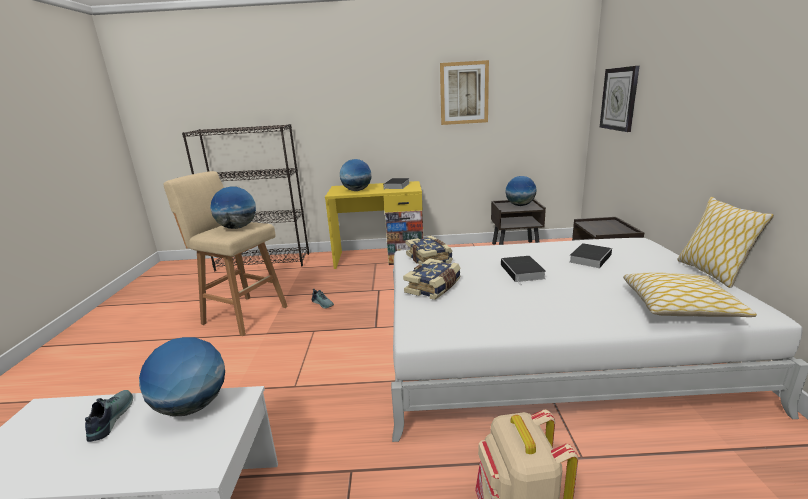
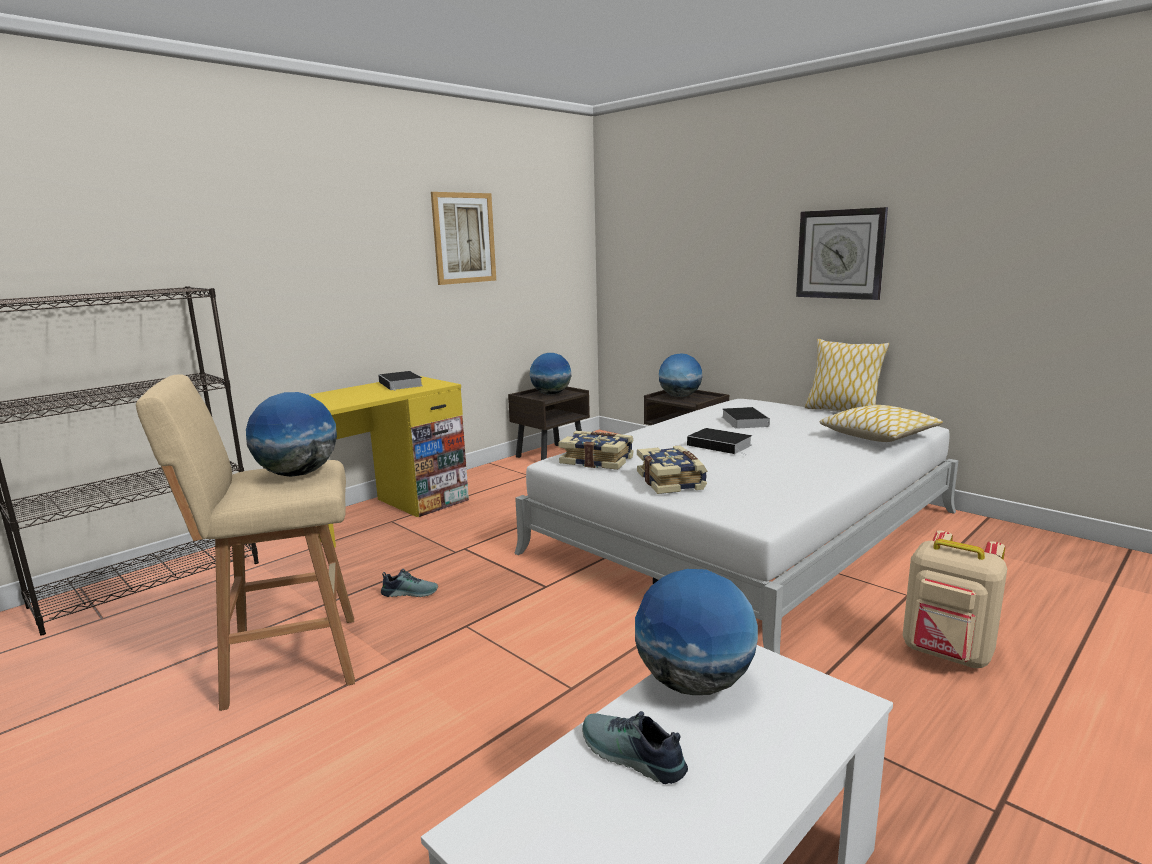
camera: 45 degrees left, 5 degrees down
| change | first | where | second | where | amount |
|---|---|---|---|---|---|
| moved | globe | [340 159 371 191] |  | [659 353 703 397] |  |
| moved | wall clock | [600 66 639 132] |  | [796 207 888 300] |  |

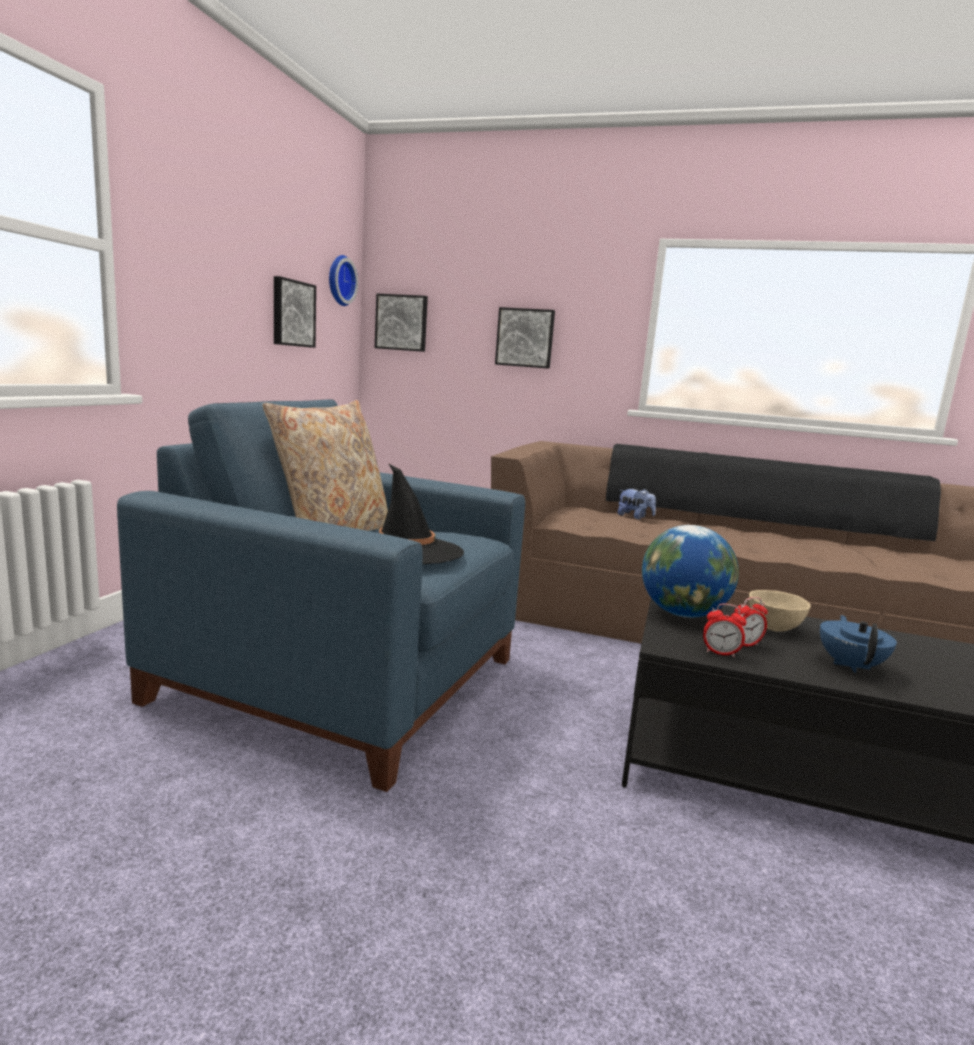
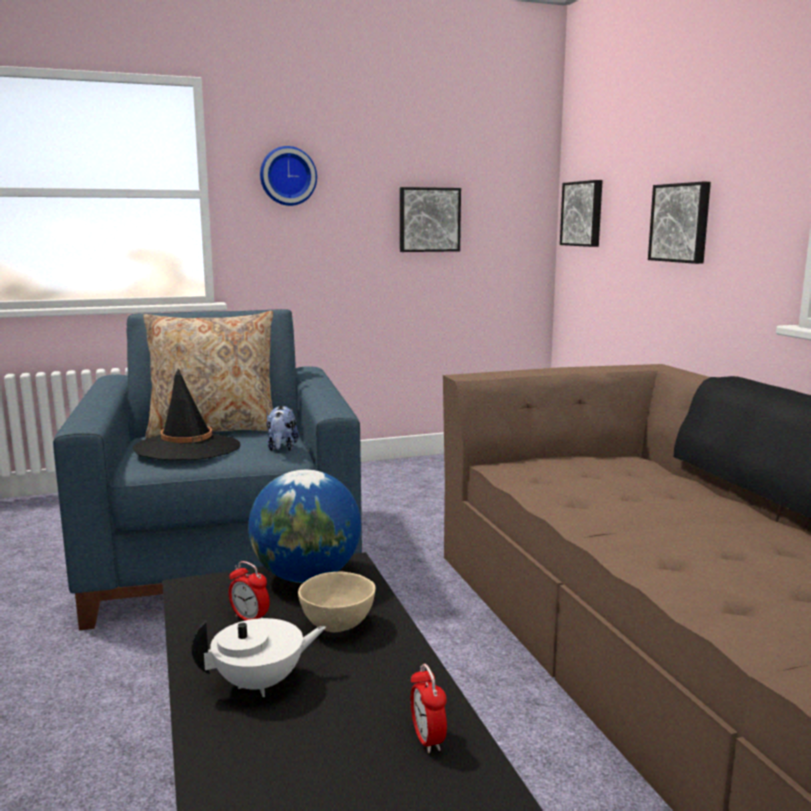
camera: 55 degrees right, 0 degrees up
| change | first | where | second | where | amount |
|---|---|---|---|---|---|
| recoloured | pot for tea (bluish) | [820 615 897 673] | pot for tea (white-coloured) | [191 618 326 697] |  |
| moved | wall clock | [329 255 358 306] |  | [260 146 317 206] |  |
| moved | cuddly toy | [618 488 656 519] |  | [266 406 299 451] |  |
| moved | alarm clock | [703 603 747 657] |  | [410 664 447 753] |  |

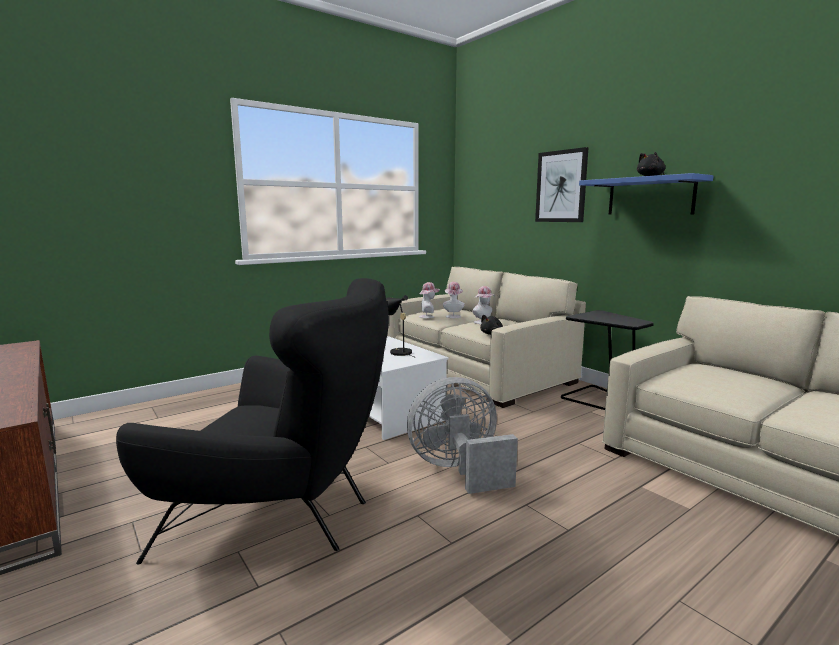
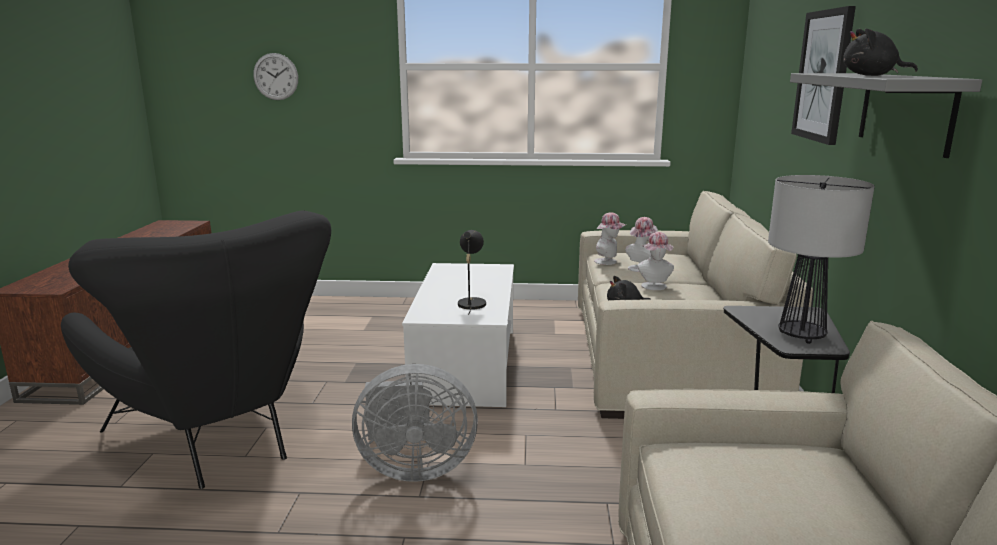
camera: 40 degrees right, 5 degrees up
| change | first | where | second | where | amount |
|---|---|---|---|---|---|
| added |  |  | wall clock | [253 53 298 100] |  |
| turned | cooling fan (greyish) | [407 377 518 494] |  | [352 364 478 482] | 150 degrees clockwise |
| added |  |  | table lamp | [768 175 874 344] |  |
| recoloured | wall shelf (bluish) | [579 173 714 215] | wall shelf (greyish) | [790 73 982 158] |  |

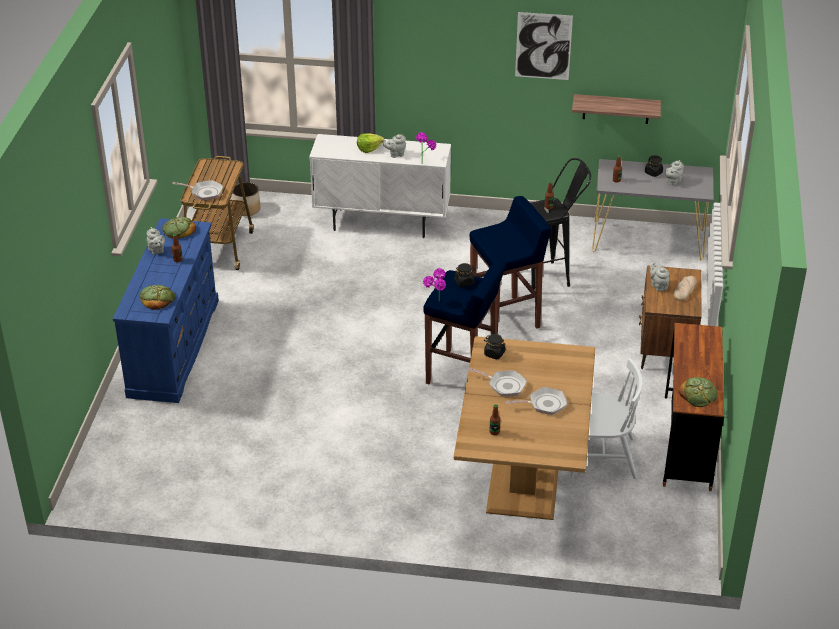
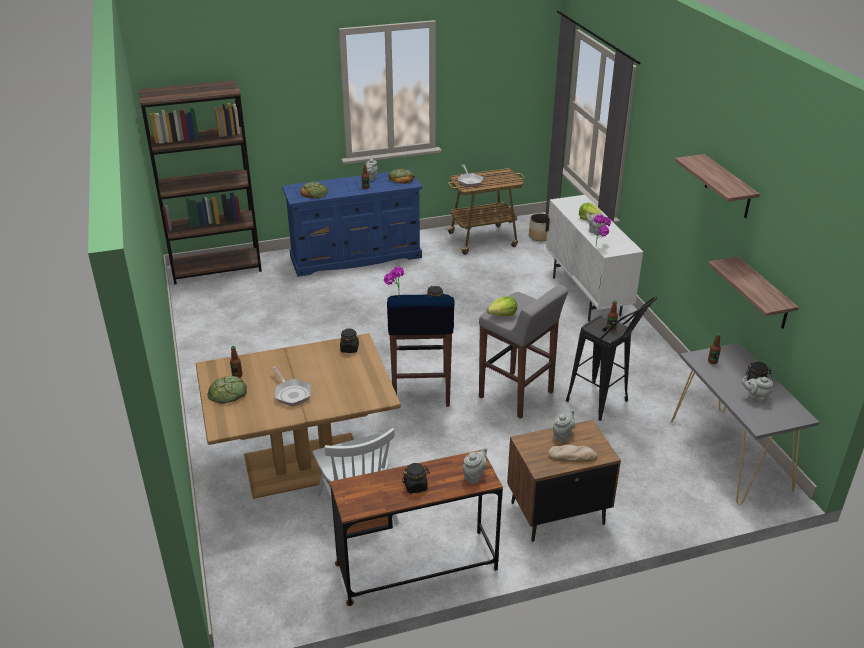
camera: 65 degrees right, 5 degrees down
| change | first | where | second | where | amount |
|---|---|---|---|---|---|
| added |  |  | bookshelf (brown-coloured) | [139 80 262 285] |  |
| moved | bakery bread | [678 377 717 407] |  | [207 376 247 404] |  |
| added |  |  | jar (blackish) | [402 463 430 494] |  |
| added |  |  | pot for tea (greyish) | [463 447 487 484] |  |
| recoloured | stool seat (bluish) | [470 196 552 334] | stool seat (greyish) | [479 284 568 419] |  |
| added |  |  | head of lettuce | [487 296 517 316] |  |
| replaced | picture | [515 12 573 80] | wall shelf | [675 154 760 218] |  |
| removed | skillet | [468 367 527 397] |  |  |  |

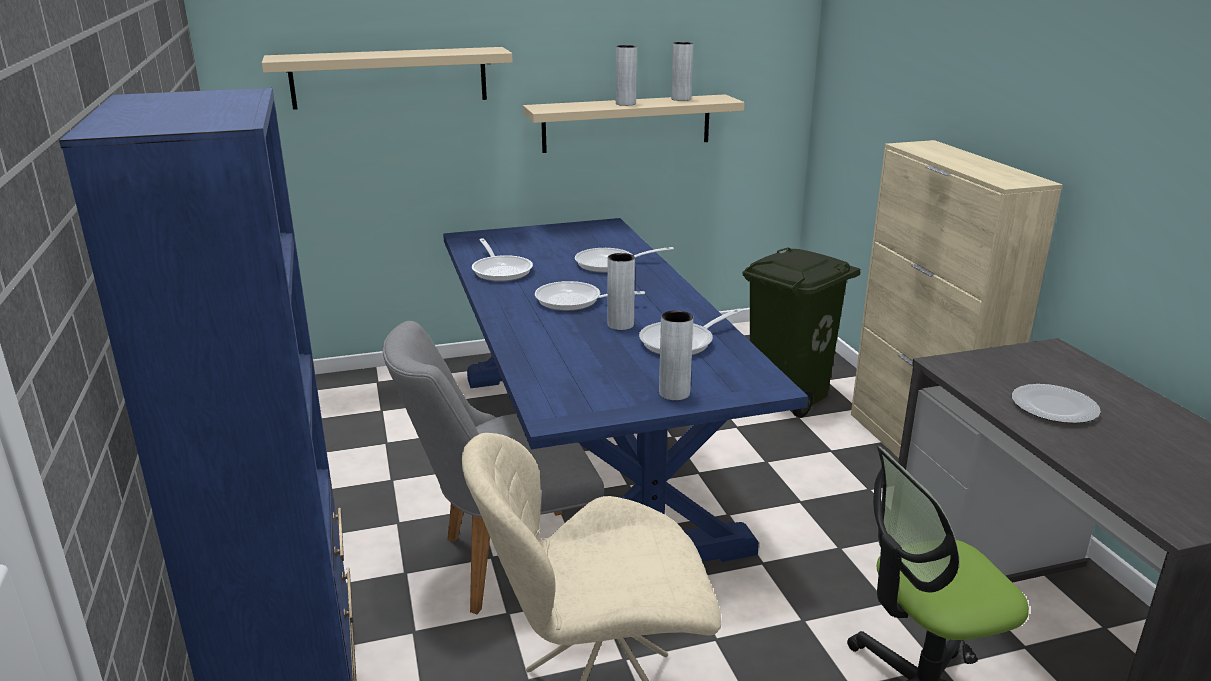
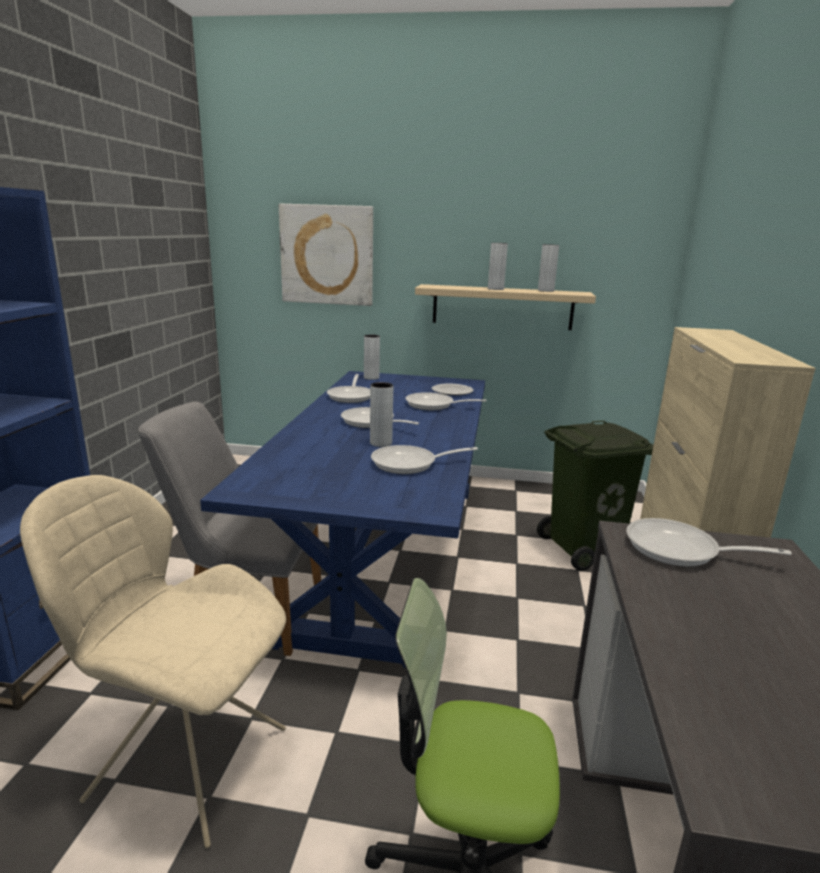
camera: 25 degrees right, 5 degrees down
| change | first | where | second | where | amount |
|---|---|---|---|---|---|
| replaced | wall shelf (beige) | [262 47 513 110] | picture | [279 204 373 306] |  |
| moved | decorative vase (greyish) | [659 310 693 401] |  | [364 335 380 380] |  |
| moved | plate | [1012 384 1101 423] |  | [432 384 474 396] |  |
| added |  |  | skillet | [626 518 792 567] |  |

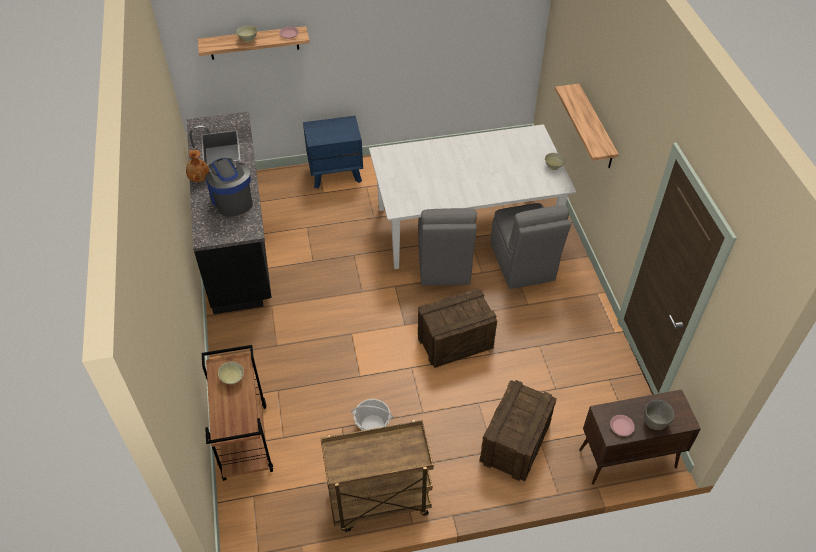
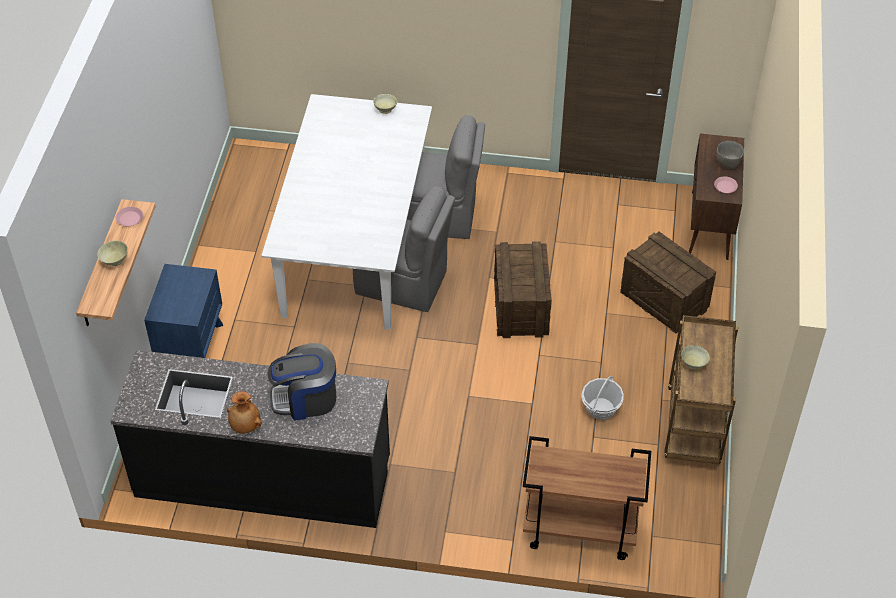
camera: 70 degrees left, 0 degrees up
| change | first | where | second | where | amount |
|---|---|---|---|---|---|
| moved | bowl (beige) | [218 361 244 384] |  | [681 345 710 370] |  |
| removed | wall shelf | [555 84 619 168] |  |  |  |

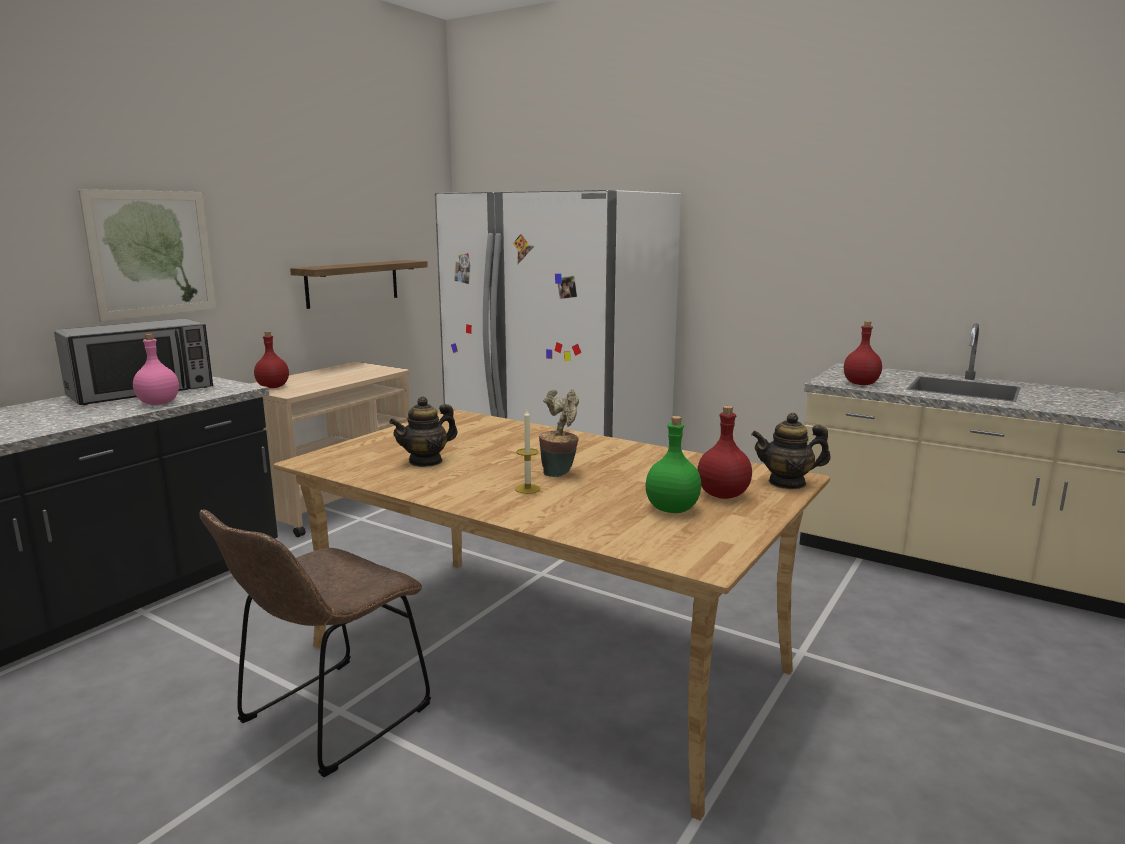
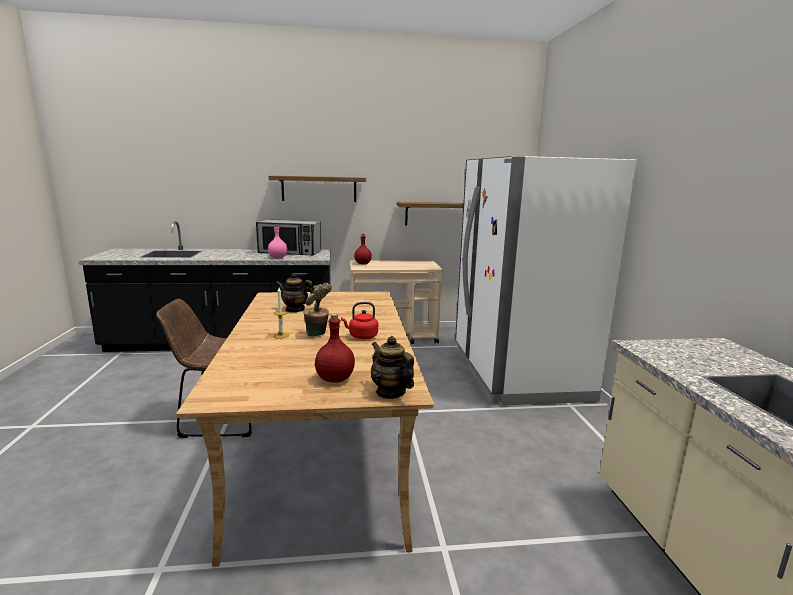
camera: 50 degrees right, 0 degrees up
| change | first | where | second | where | amount |
|---|---|---|---|---|---|
| replaced | picture | [78 189 216 322] | wall shelf | [269 176 366 202] |  |
| added |  |  | water kettle (reddish) | [341 302 378 339] |  |
| removed | drink bottle (green-coloured) | [645 416 701 513] |  |  |  |
| removed | drink bottle (reddish) | [844 321 882 385] |  |  |  |

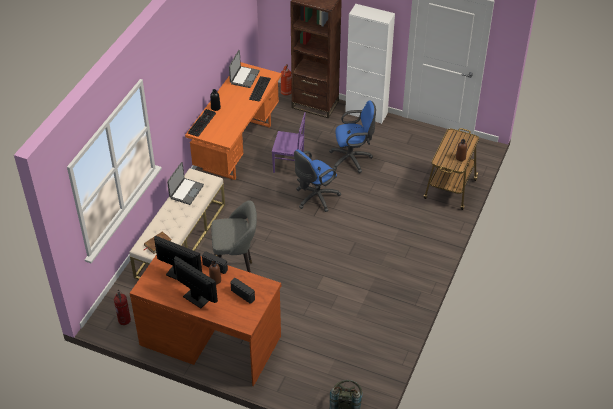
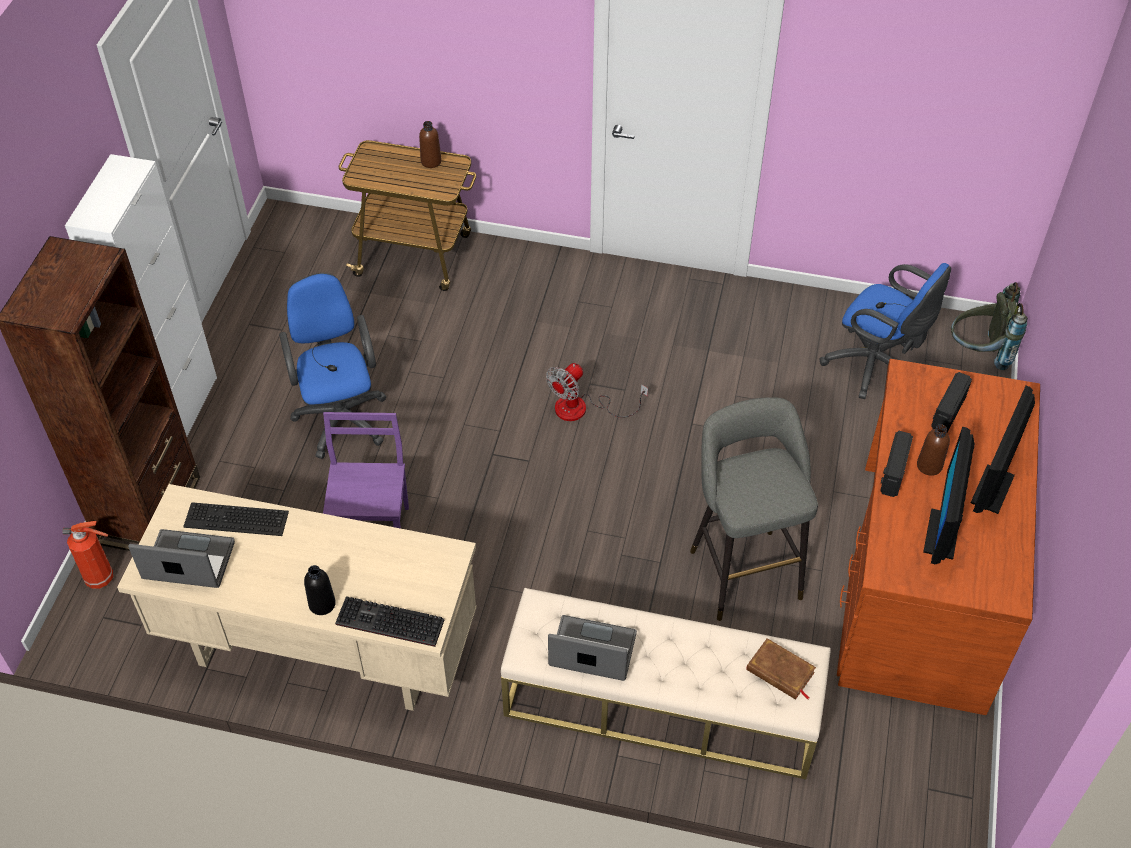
camera: 100 degrees left, 5 degrees up
| change | first | where | second | where | amount |
|---|---|---|---|---|---|
| recoloured | desk (orange-coloured) | [185 62 282 180] | desk (beige) | [117 484 476 711] |  |
| added |  |  | cooling fan | [546 363 648 421] |  |
| moved | office chair (bluish) | [294 150 341 212] |  | [820 263 951 399] |  |
| removed | fire extinguisher | [114 290 131 325] |  |  |  |

